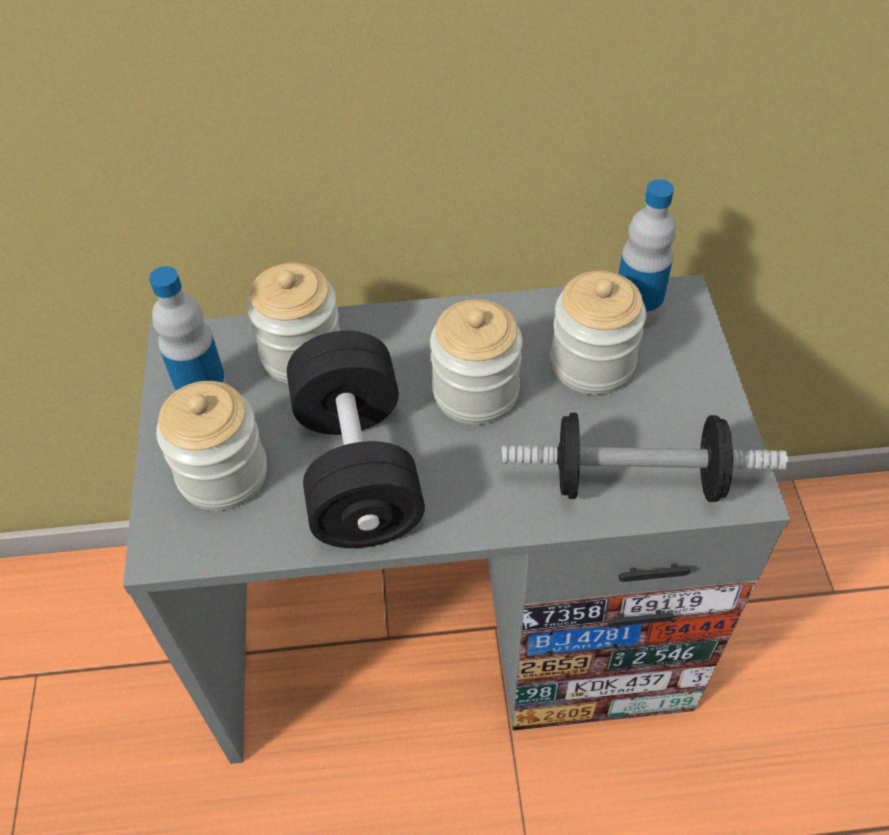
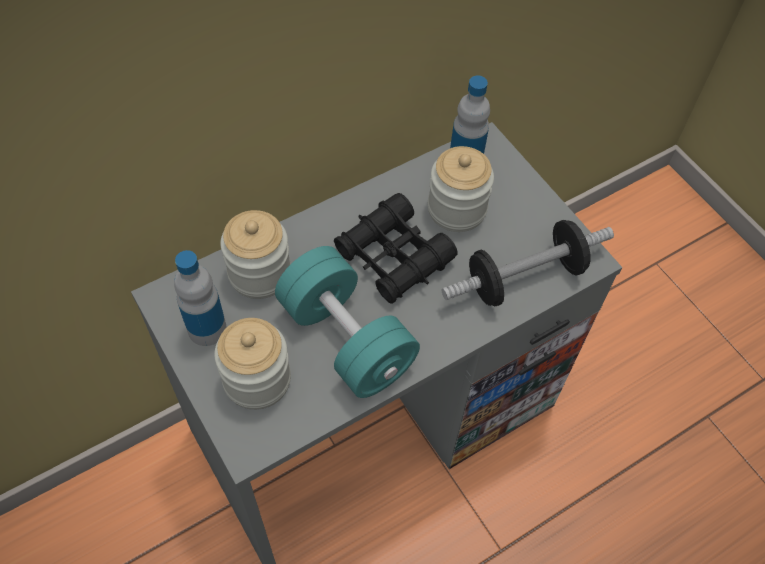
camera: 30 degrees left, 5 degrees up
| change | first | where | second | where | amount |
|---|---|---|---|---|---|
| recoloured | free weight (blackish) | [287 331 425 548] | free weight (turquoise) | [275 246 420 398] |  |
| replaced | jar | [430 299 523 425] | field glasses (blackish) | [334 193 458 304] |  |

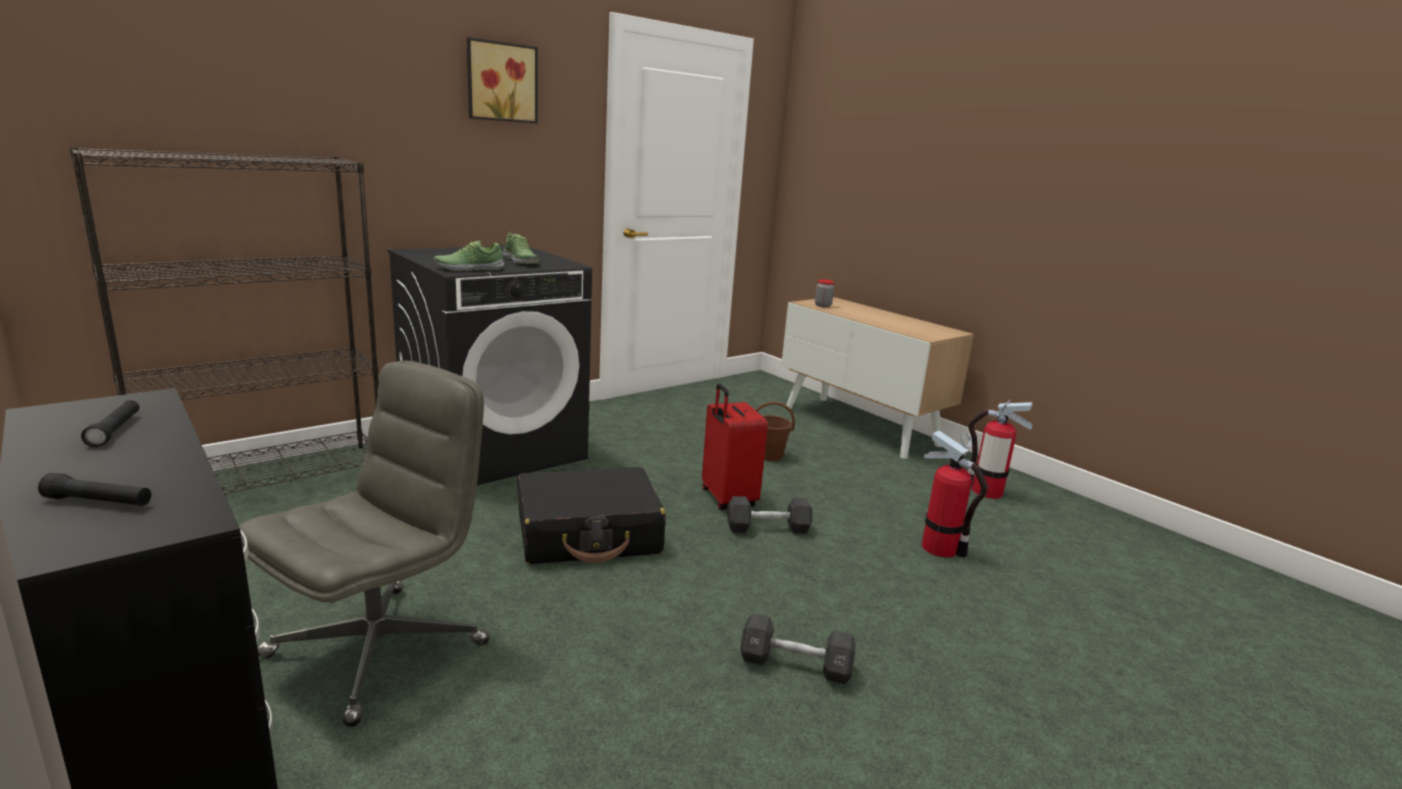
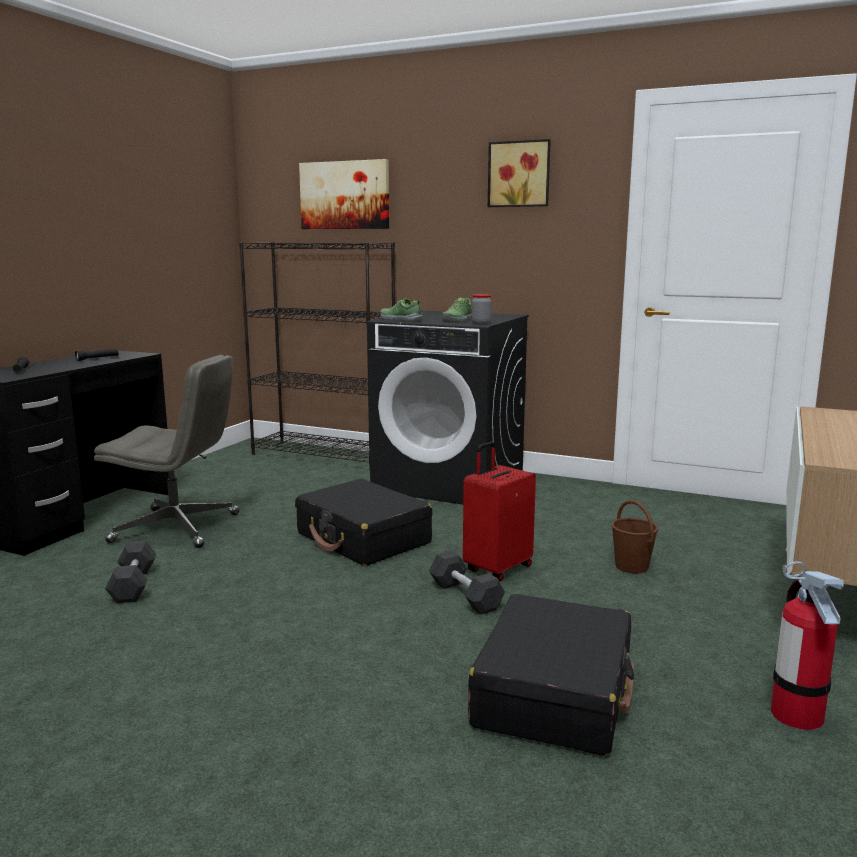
camera: 65 degrees right, 5 degrees down
| change | first | where | second | where | amount |
|---|---|---|---|---|---|
| moved | free weight (blackish) | [741 613 856 684] |  | [105 541 156 603] |  |
| added |  |  | picture | [299 159 389 229] |  |
| replaced | fire extinguisher | [922 431 988 558] | travel case (blackish) | [468 594 634 756] |  |
| moved | jar | [815 280 834 307] |  | [471 294 492 325] |  |

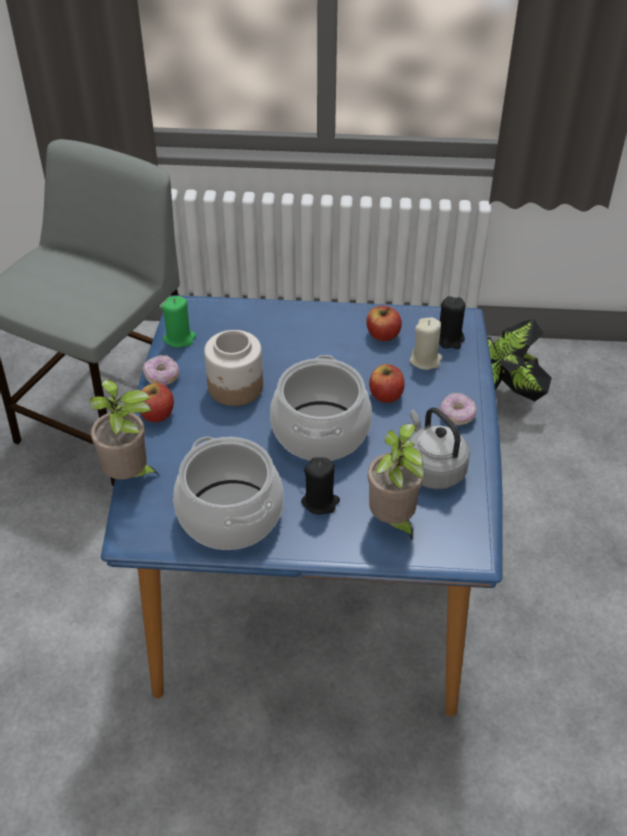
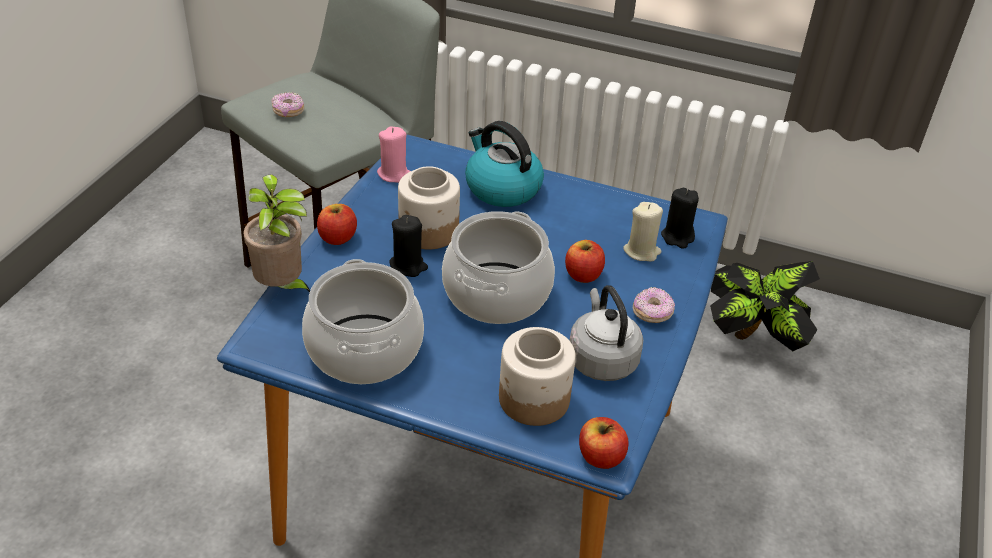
camera: 15 degrees right, 5 degrees down
| change | first | where | second | where | amount |
|---|---|---|---|---|---|
| moved | doughnut | [143 355 179 386] |  | [271 92 304 117] |  |
| recoloured | wax candle (green-coloured) | [161 296 196 348] | wax candle (pink) | [377 127 411 183] |  |
| moved | wax candle (blackish) | [301 457 340 515] |  | [389 215 428 277] |  |
| added |  |  | water kettle | [465 121 544 207] |  |
| replaced | houseplant | [368 424 424 540] | jar | [499 327 576 426] |  |
| moved | apple | [366 306 402 341] |  | [579 417 629 469] |  |

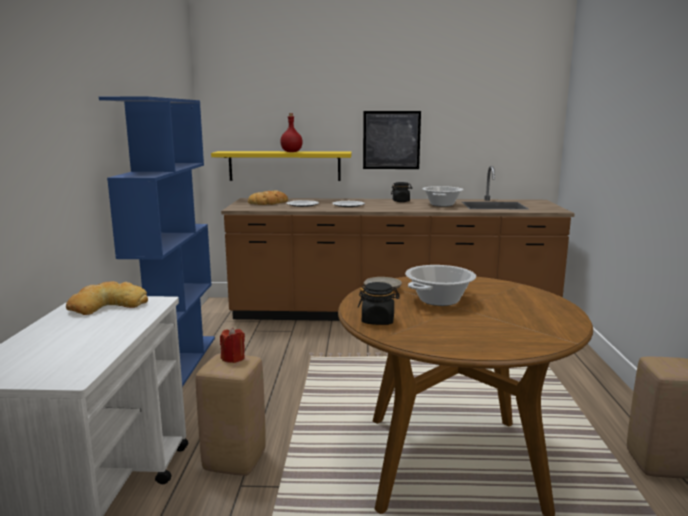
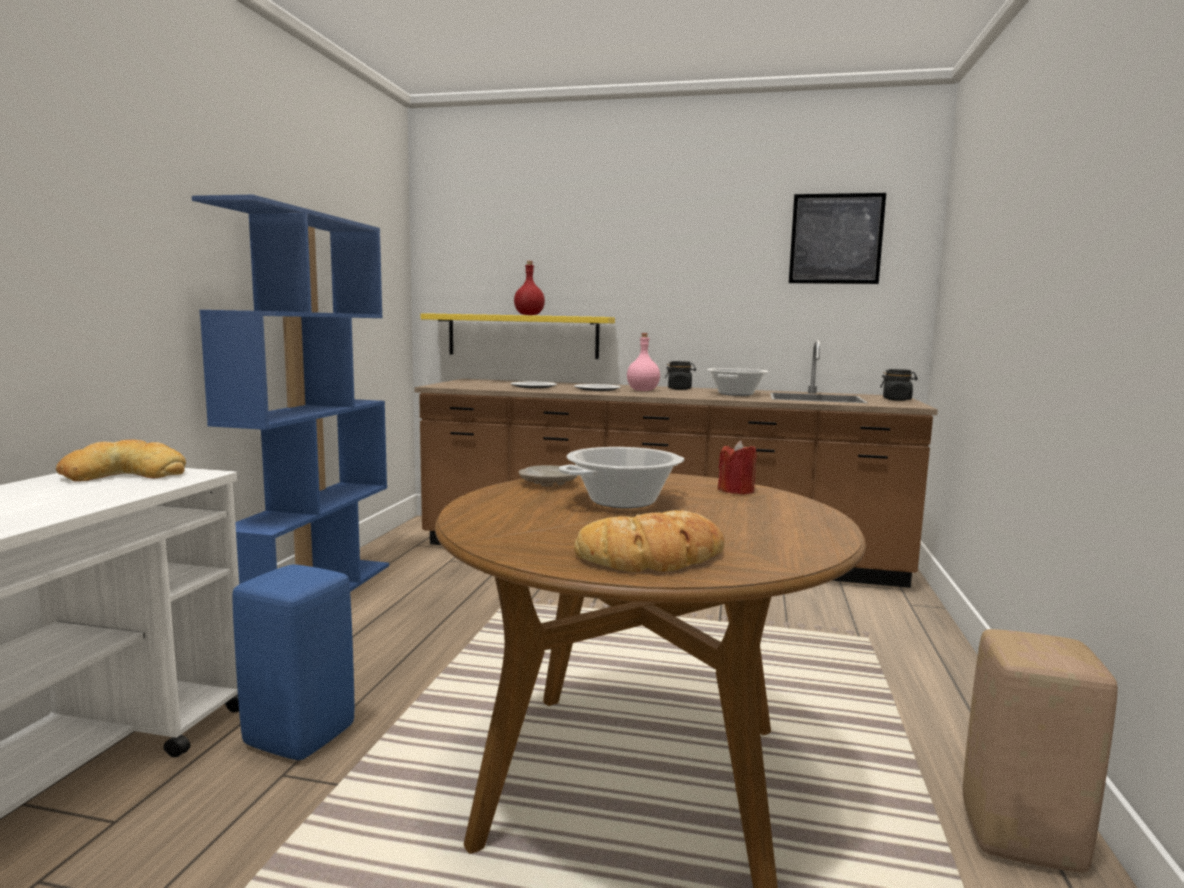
camera: 10 degrees right, 5 degrees down
| change | first | where | second | where | amount |
|---|---|---|---|---|---|
| recoloured | stool seat (beige) | [196 354 266 476] | stool seat (bluish) | [233 565 354 760] |  |
| moved | bakery bread | [248 190 288 205] |  | [574 510 724 572] |  |
| added |  |  | drink bottle (pink) | [627 333 660 391] |  |
| moved | wax candle (reddish) | [220 327 245 363] |  | [718 440 757 495] |  |
| moved | picture | [363 111 421 169] |  | [789 193 886 284] |  |
| moved | jar (blackish) | [358 282 400 325] |  | [880 369 918 401] |  |

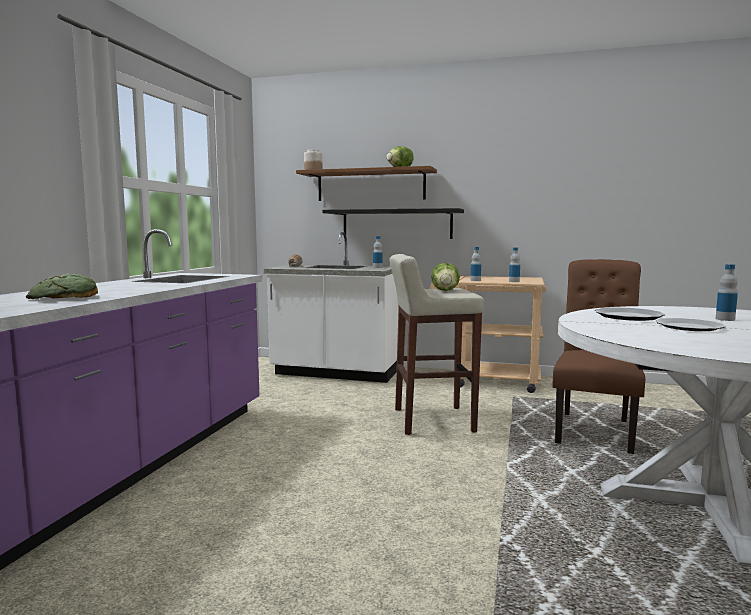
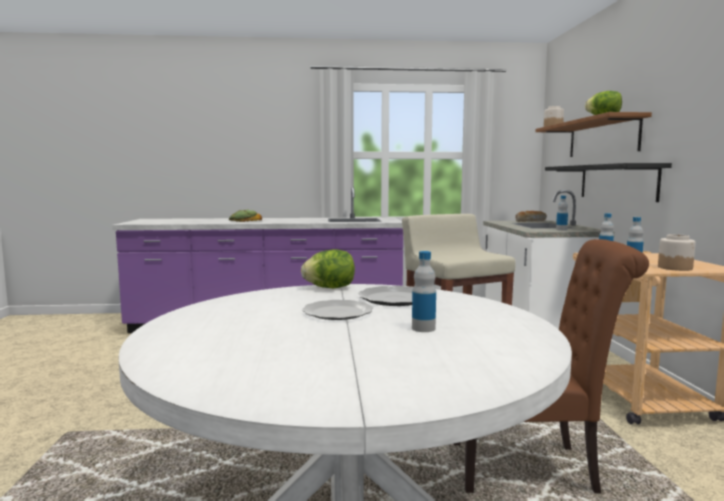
camera: 70 degrees right, 0 degrees up
| change | first | where | second | where | amount |
|---|---|---|---|---|---|
| moved | head of lettuce | [431 263 460 291] |  | [301 249 355 288] |  |
| added |  |  | jar | [658 234 696 271] |  |

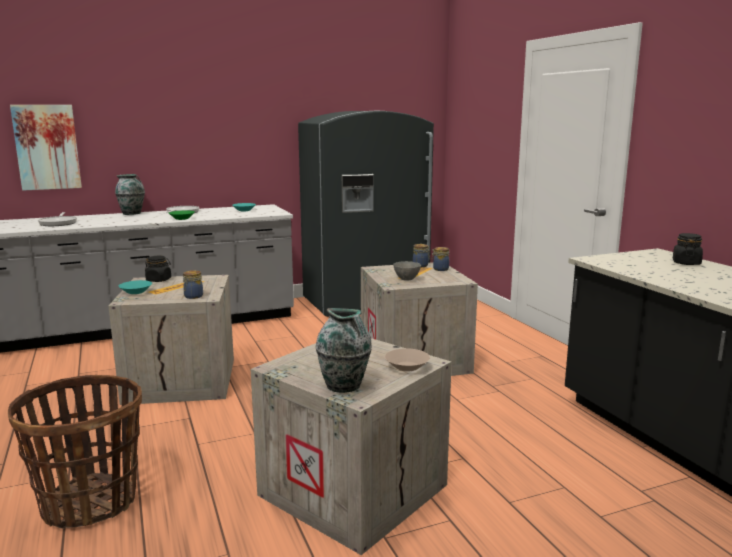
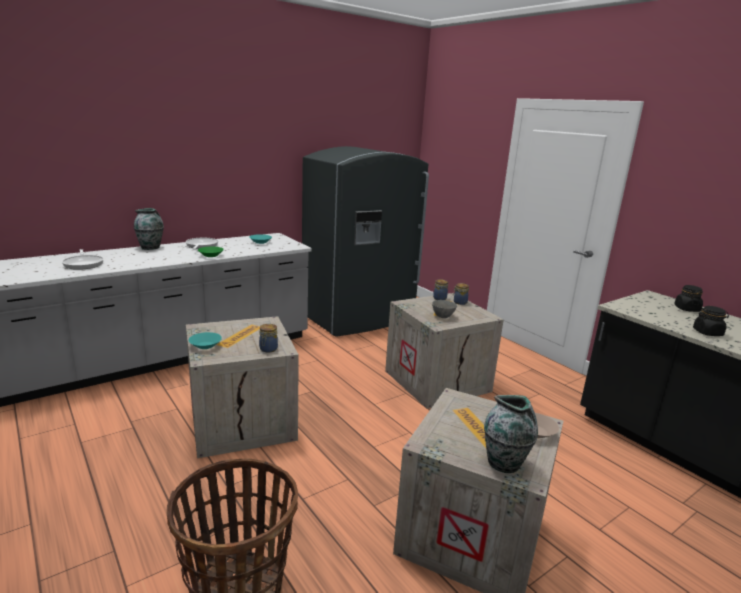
camera: 15 degrees left, 5 degrees up
| change | first | where | second | where | amount |
|---|---|---|---|---|---|
| moved | jar (blackish) | [145 256 171 282] |  | [693 306 729 336] |  |
| removed | picture | [10 105 82 191] |  |  |  |

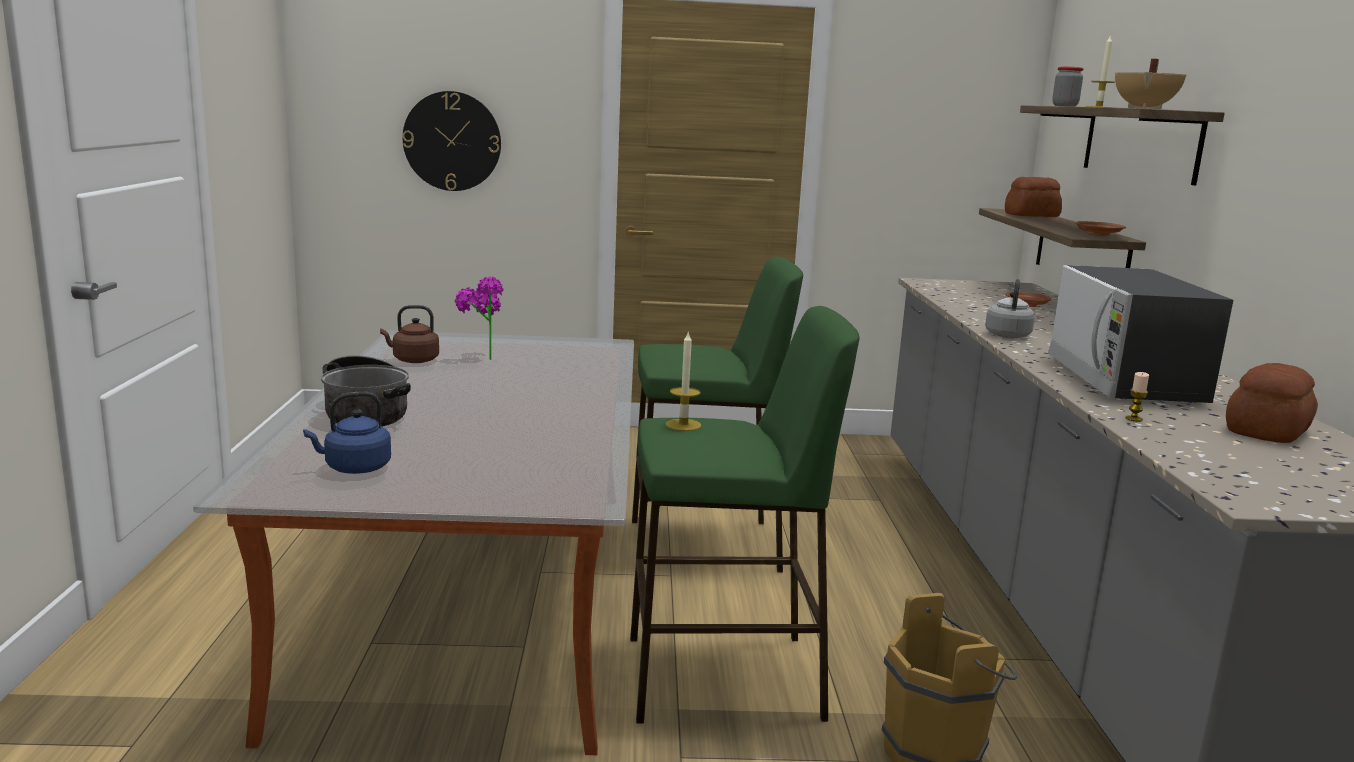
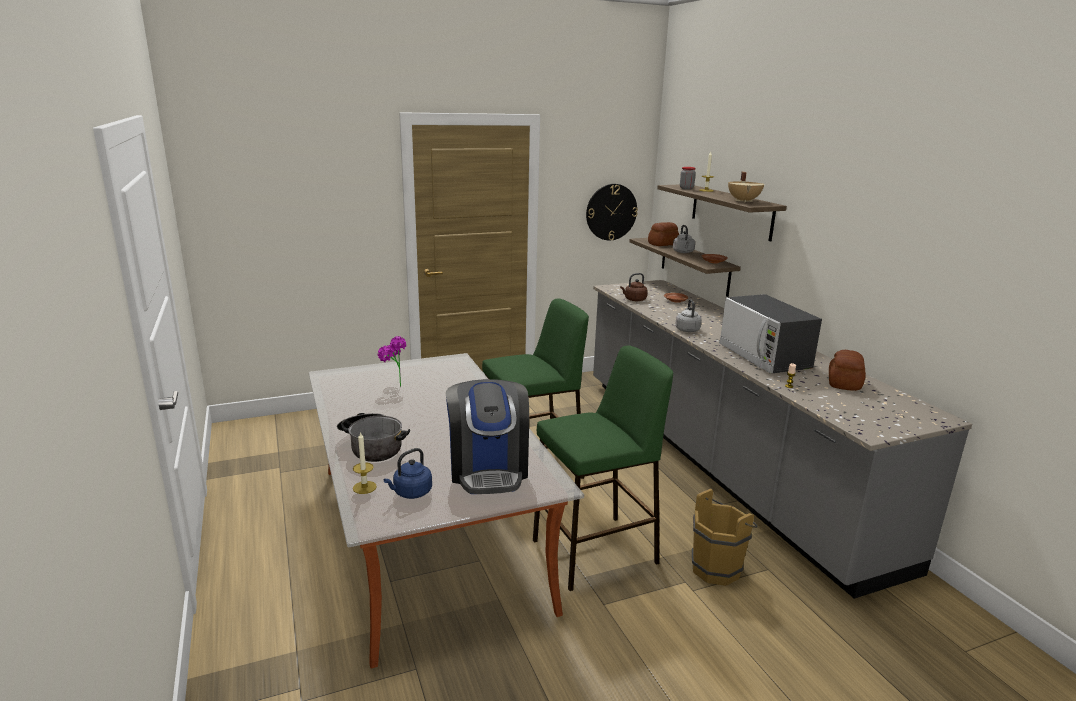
camera: 20 degrees left, 5 degrees up
| change | first | where | second | where | amount |
|---|---|---|---|---|---|
| moved | wax candle | [666 331 701 431] |  | [353 431 377 494] |  |
| added |  |  | coffee machine | [446 379 529 494] |  |
| moved | wall clock | [403 91 501 191] |  | [586 184 638 240] |  |
| moved | water kettle (brown-coloured) | [380 305 439 363] |  | [620 273 648 301] |  |
| added |  |  | water kettle (greyish) | [673 225 695 253] |  |

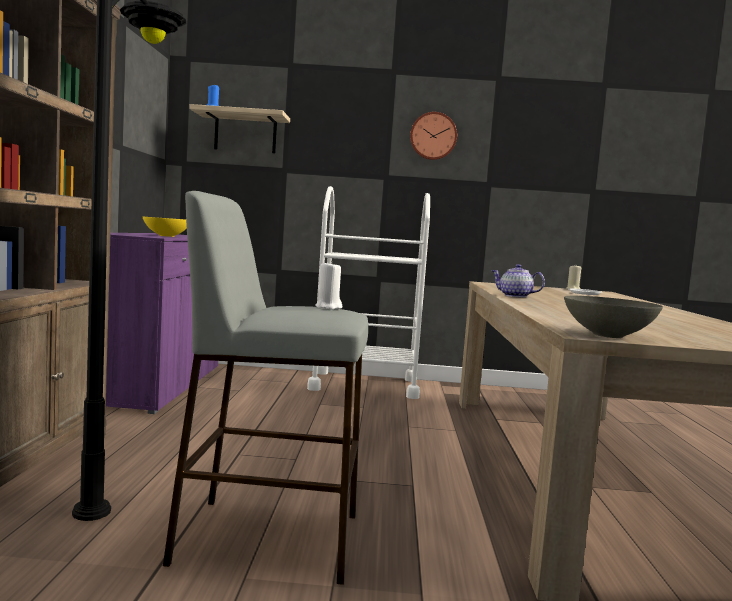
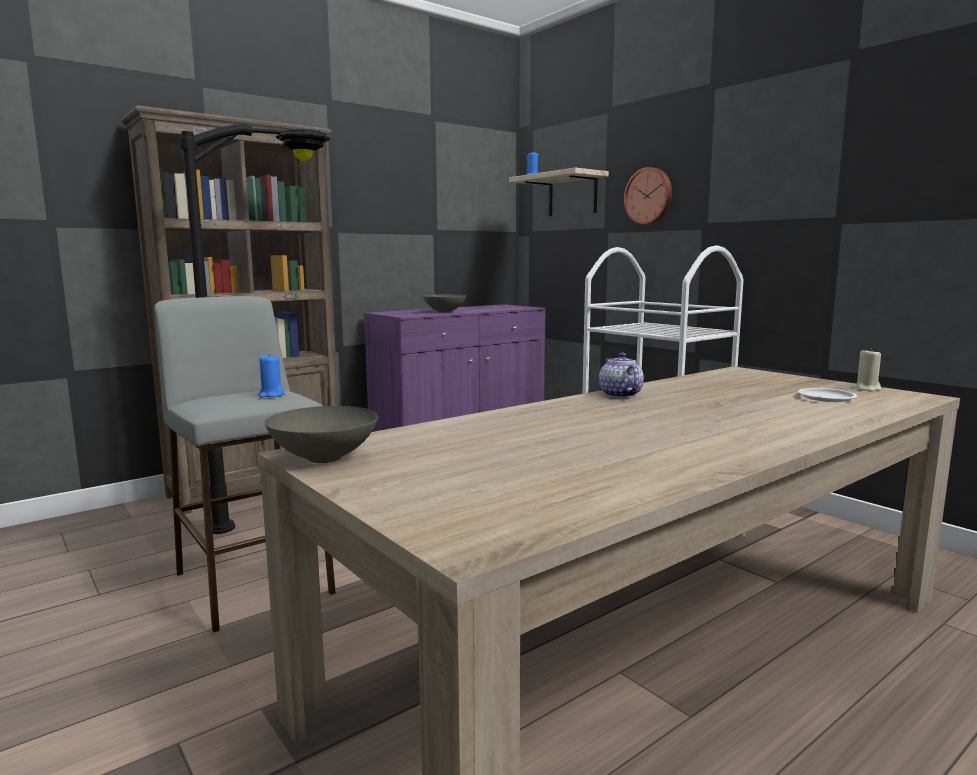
camera: 50 degrees right, 5 degrees up
| change | first | where | second | where | amount |
|---|---|---|---|---|---|
| recoloured | wax candle (white-coloured) | [315 261 342 310] | wax candle (bluish) | [258 353 285 398] |  |
| recoloured | bowl (yellow-coloured) | [142 216 187 237] | bowl (greyish) | [423 294 467 313] |  |
| moved | wall clock | [410 112 457 160] |  | [624 167 672 225] |  |

